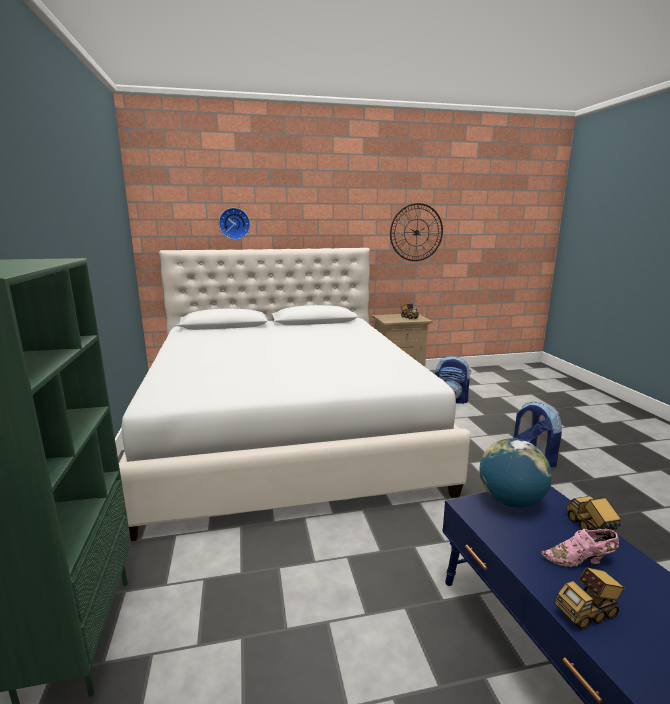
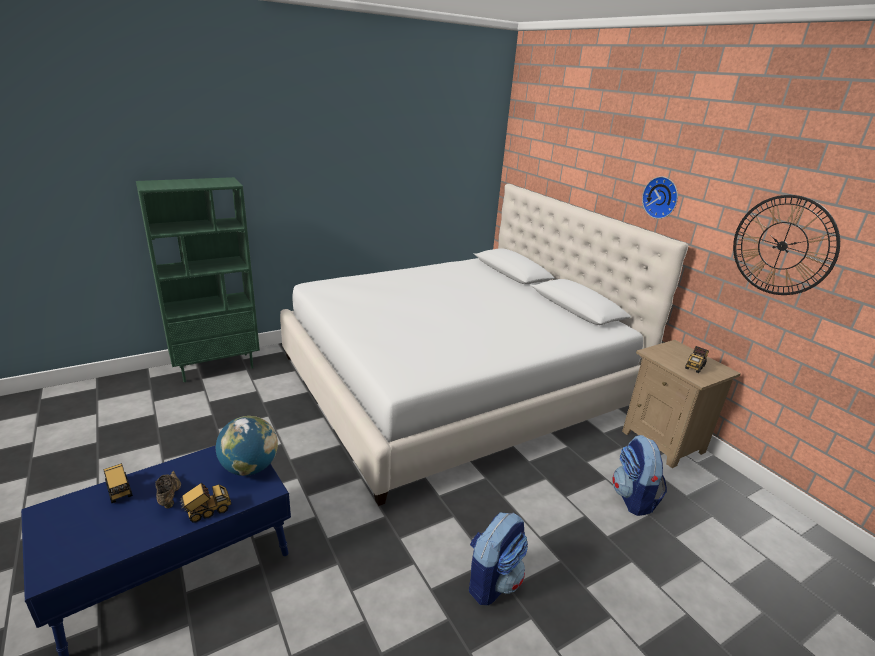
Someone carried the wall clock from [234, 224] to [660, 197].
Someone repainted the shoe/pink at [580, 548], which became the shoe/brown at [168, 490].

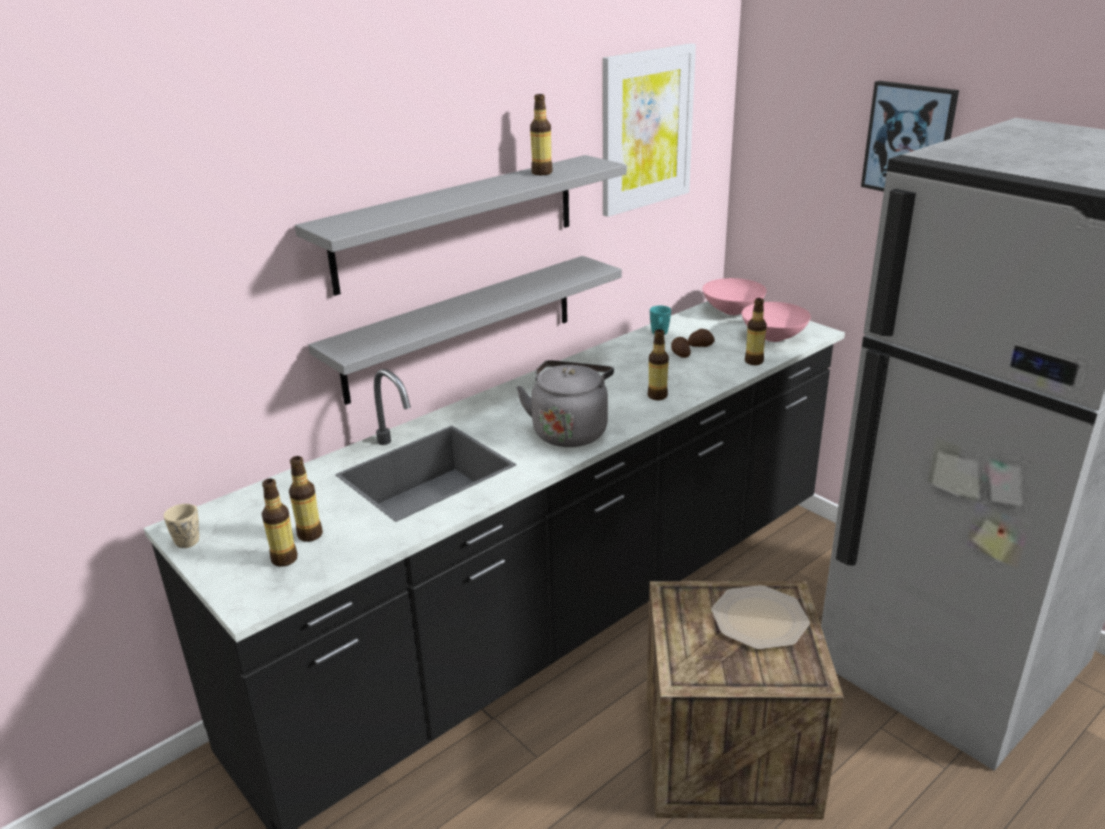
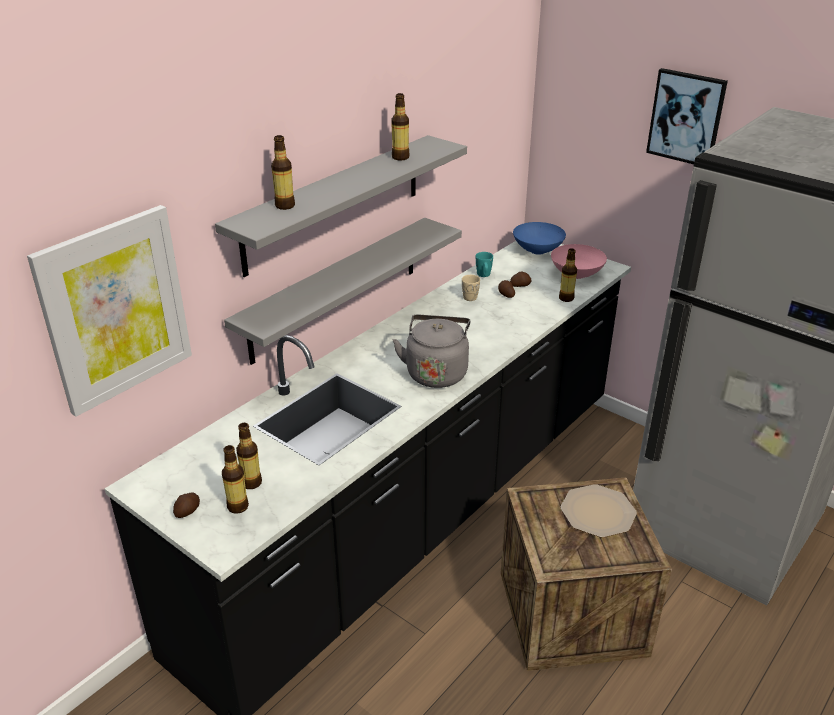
Someone put down the potato at [186, 505].
Someone carried the mug/beige from [181, 526] to [471, 288].
Someone carried the picture from [649, 130] to [109, 311].
Someone carried the bottle from [658, 364] to [283, 172].
Someone repainted the bowl/pink at [734, 296], which became the bowl/blue at [539, 238].

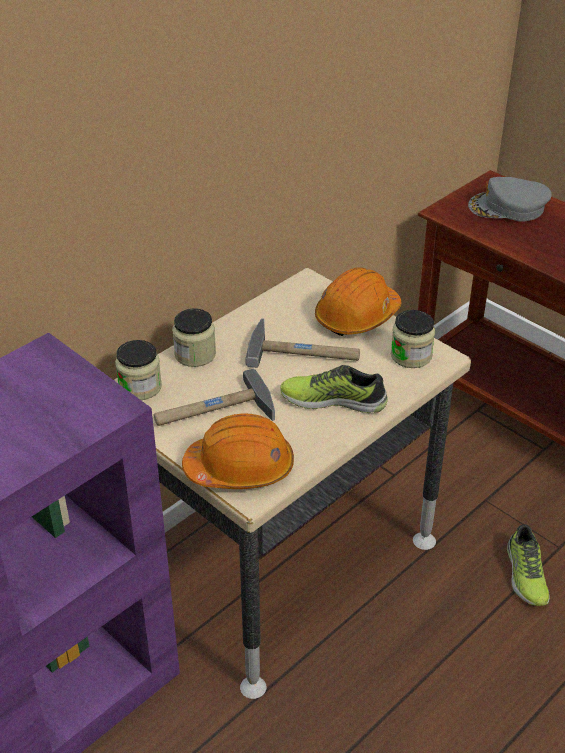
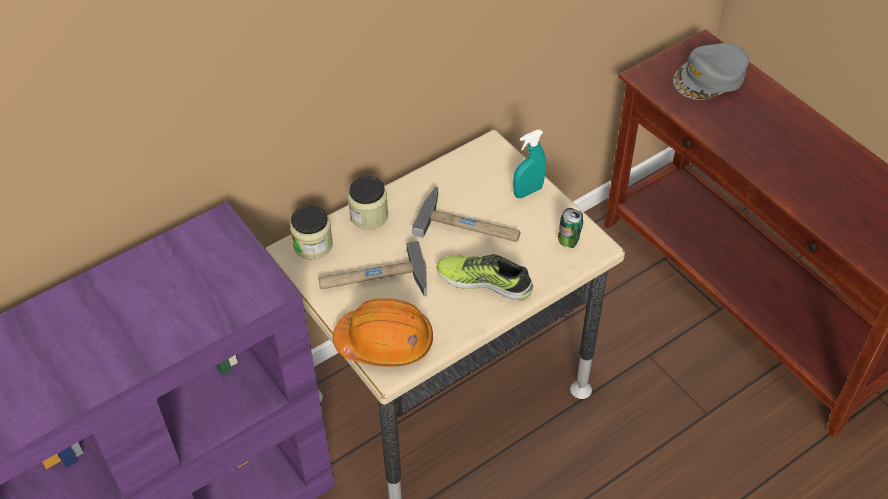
Someone took away the shoe at [528, 565].
Someone swapped the hard hat/orange at [358, 301] for the spray bottle/turquoise at [529, 164].
Someone swapped the jar at [413, 339] for the can at [570, 228].
Someone rotated the cap/grey at [510, 199] by 45 degrees counterclockwise.

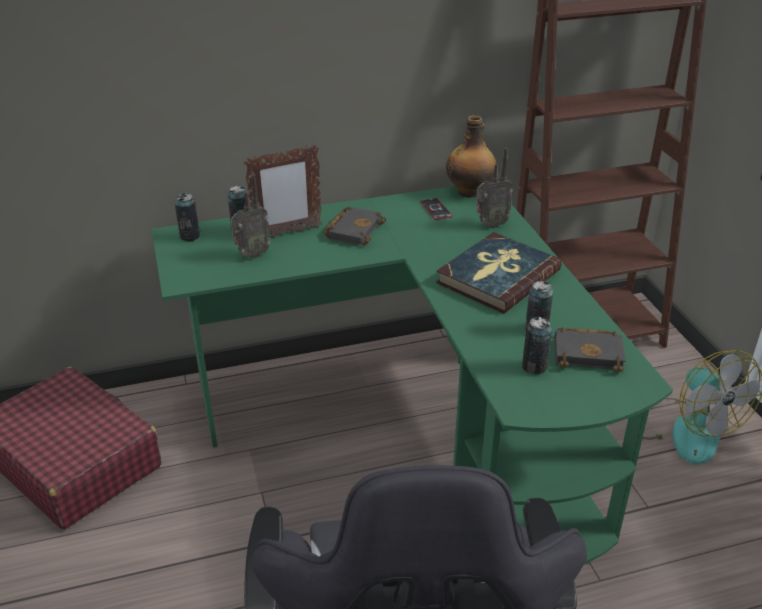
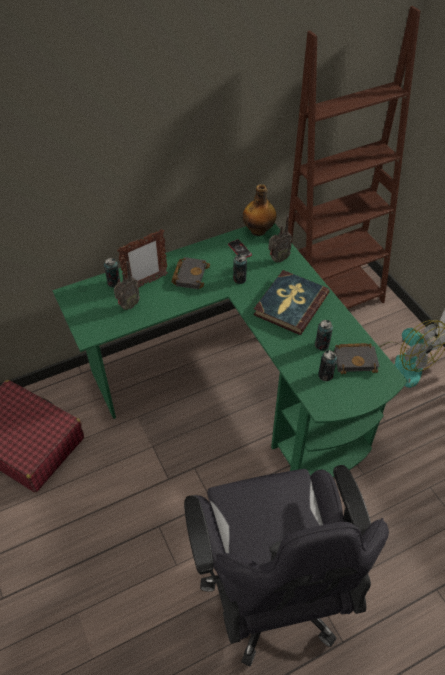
Someone carried the can from [187, 217] to [240, 269].

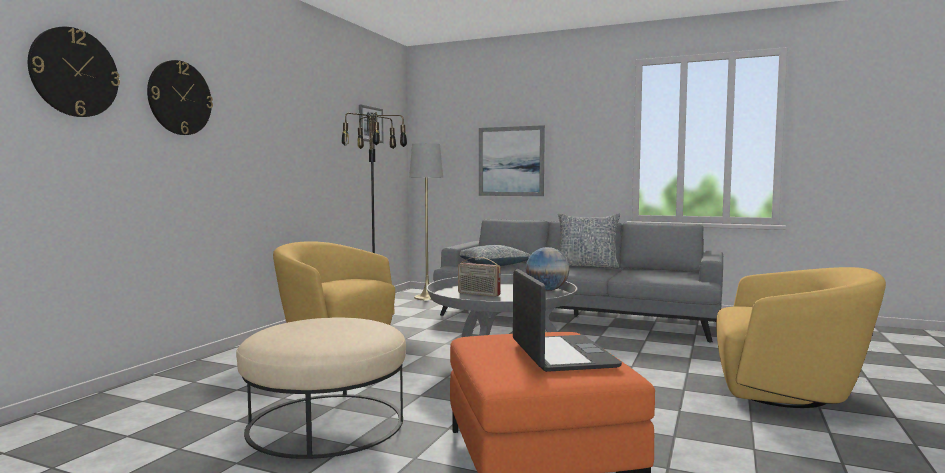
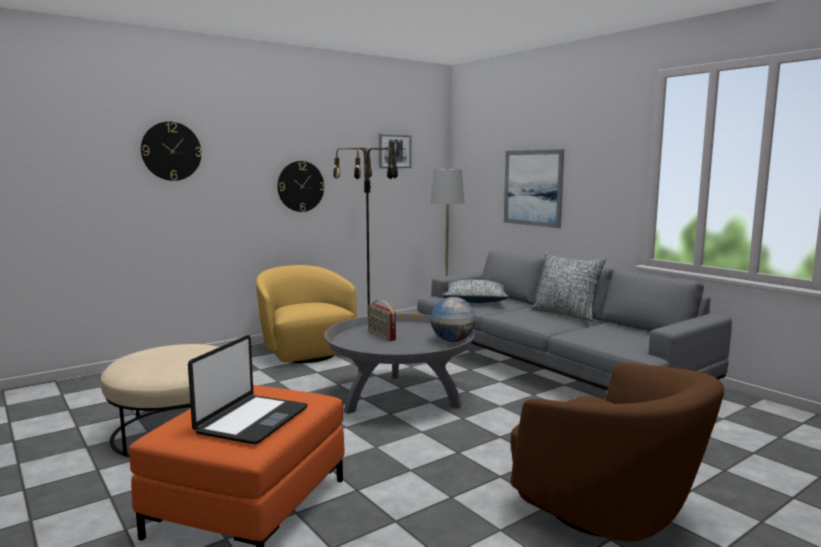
Someone carried the wall clock from [74, 72] to [301, 186].
Someone repainted the armchair/yellow at [801, 337], which became the armchair/brown at [617, 452].

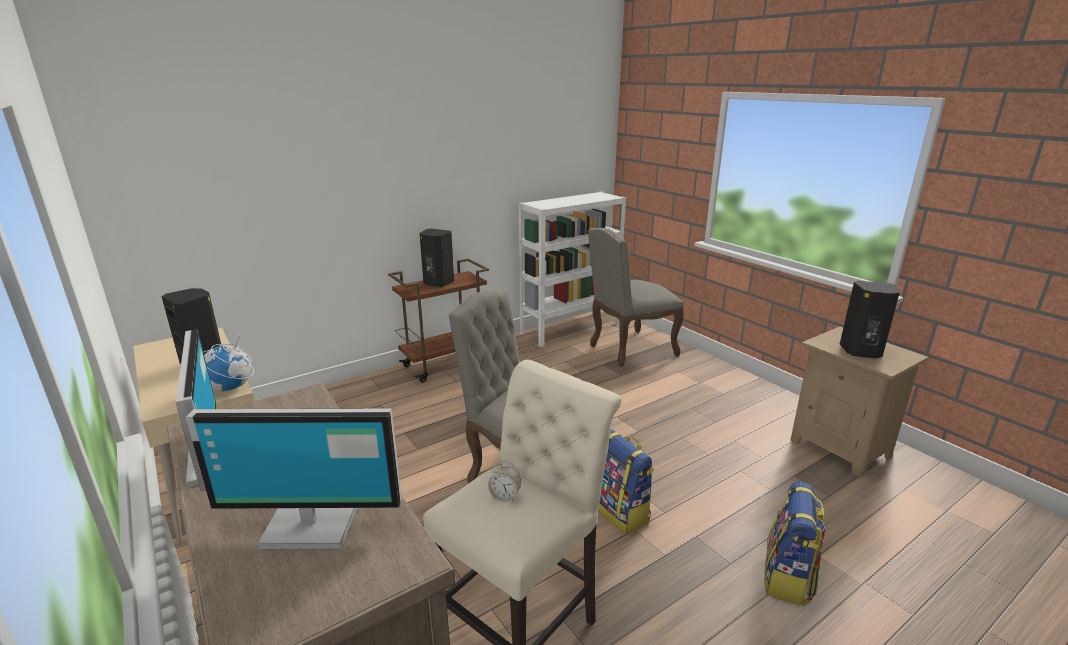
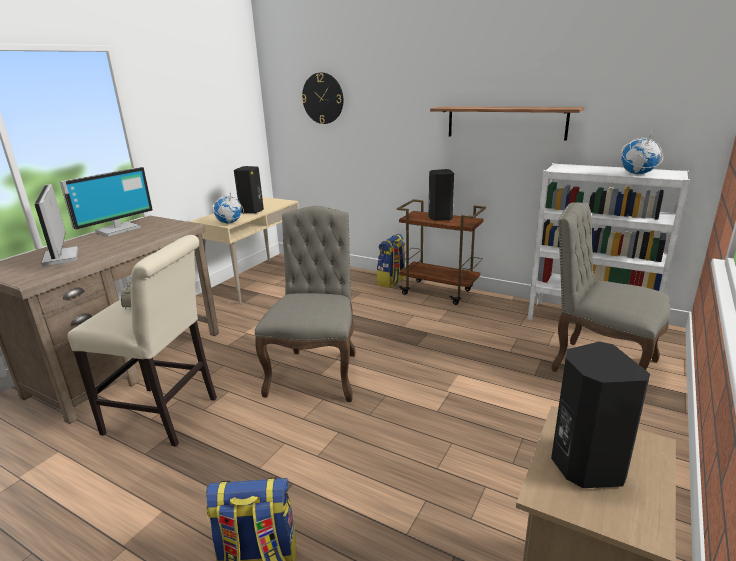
Someone put up the wall clock at [322, 98].
Someone put up the shelf at [507, 123].
Someone put down the globe at [642, 153].
Someone carried the backpack from [626, 481] to [391, 261].

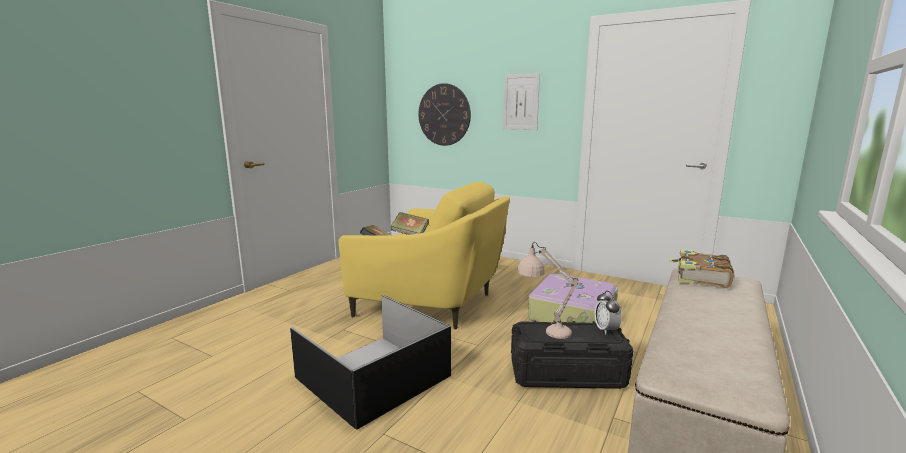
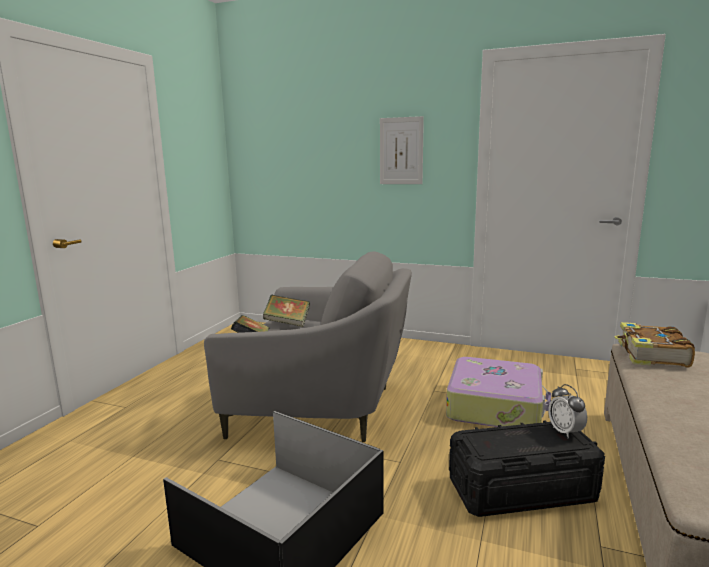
Someone took away the wall clock at [445, 114].
Someone took away the table lamp/beige at [547, 290].
Someone repainted the armchair/yellow at [424, 255], which became the armchair/grey at [308, 346].

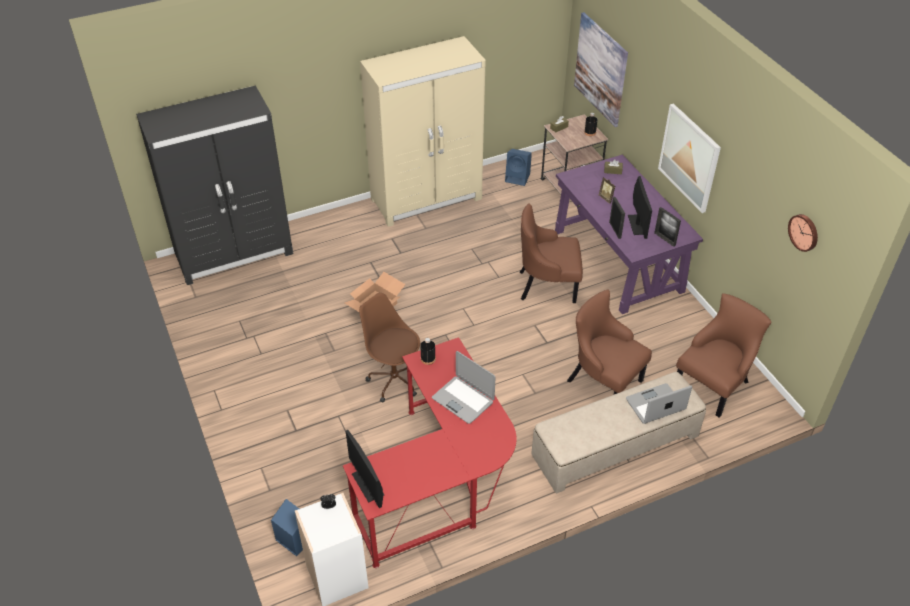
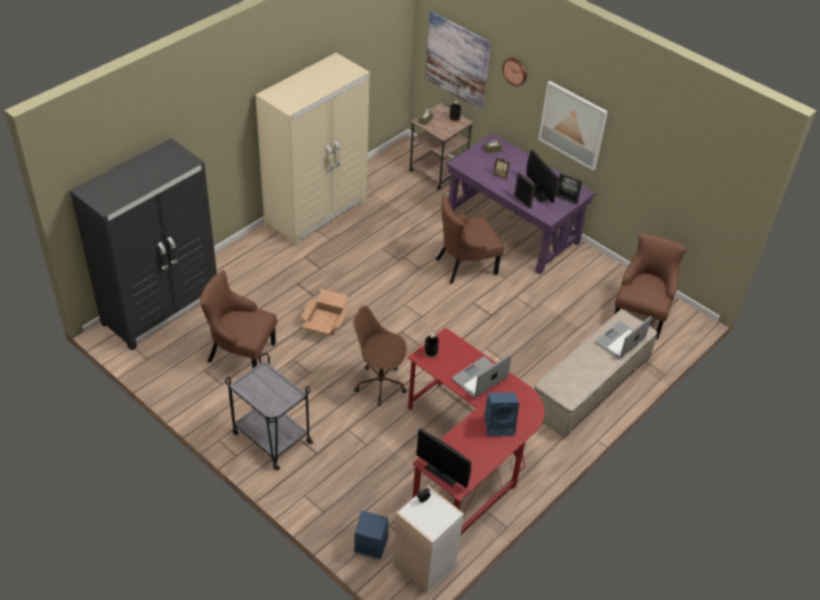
Someone put down the cart/grey at [269, 412].
Someone carried the speaker/blue from [518, 167] to [502, 414].
Someone carried the chair/brown from [609, 342] to [238, 319].
Someone carried the wall clock from [803, 233] to [514, 72].
Someone rotated the laptop at [464, 387] by 120 degrees clockwise.

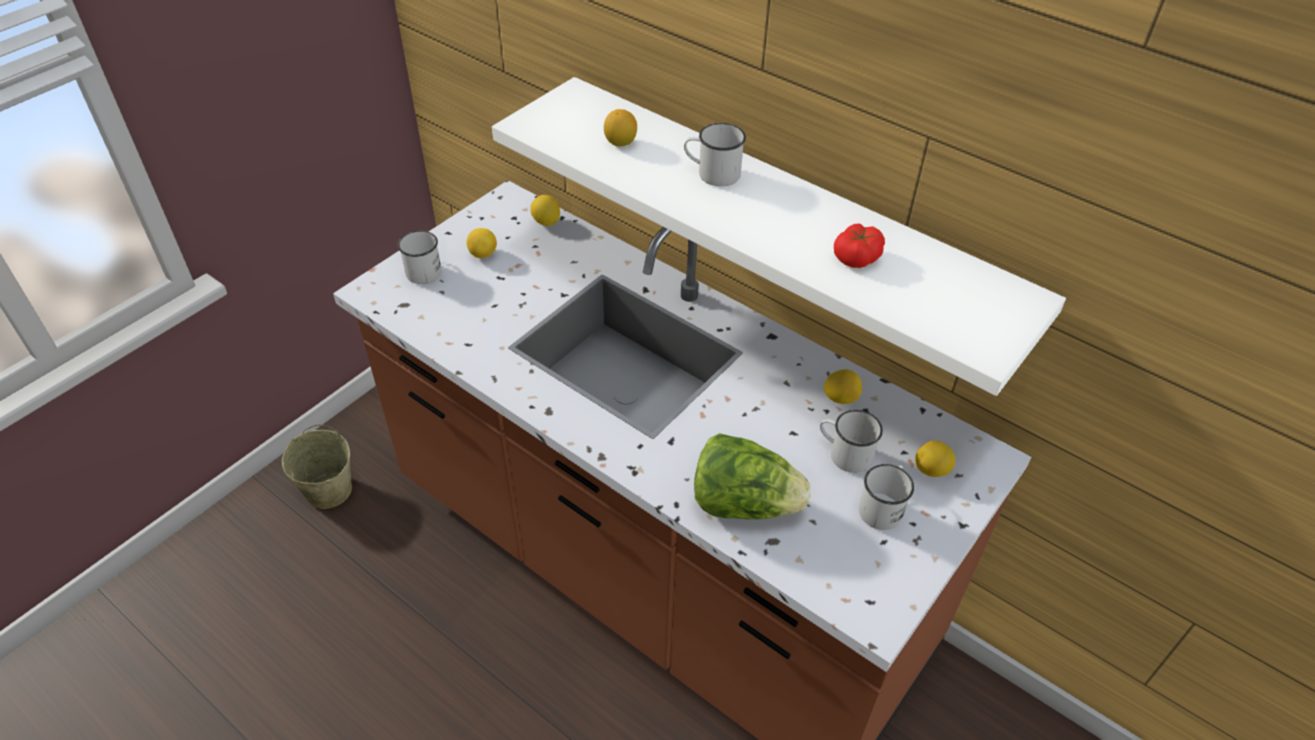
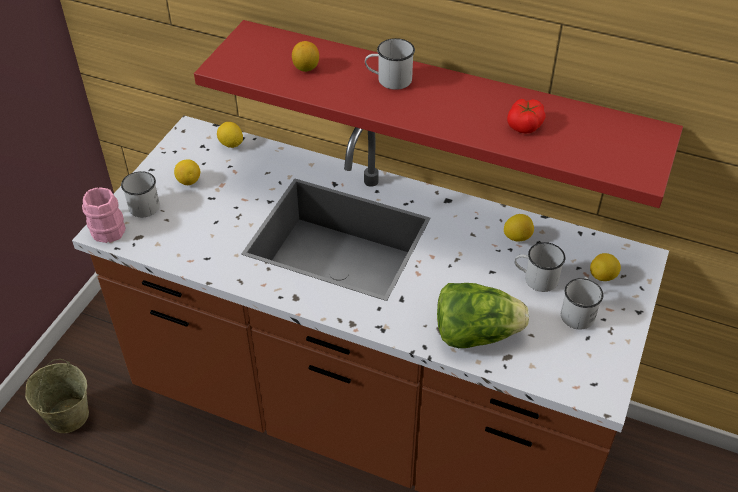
Someone put down the mug/pink at [103, 215].
Someone repainted the shelf/white at [779, 236], which became the shelf/red at [438, 114].

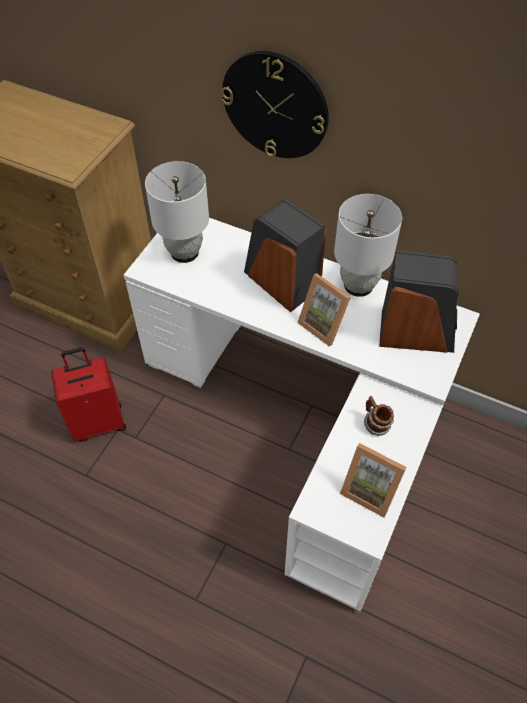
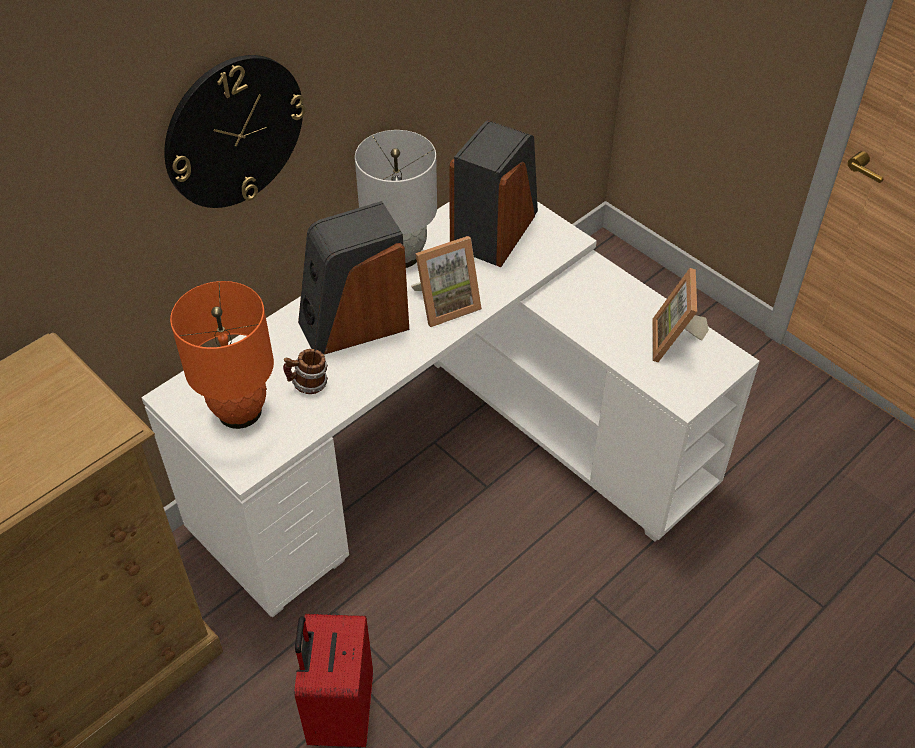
Someone carried the mug from [379, 416] to [305, 371].
Someone repainted the table lamp/white at [177, 212], which became the table lamp/orange at [222, 355].
Someone rotated the picture frame at [373, 480] by 135 degrees clockwise.

